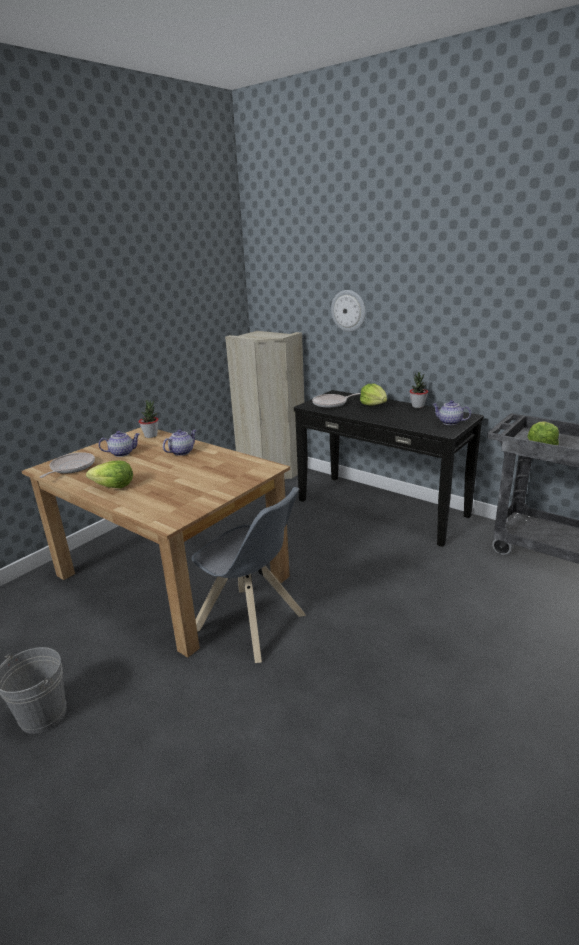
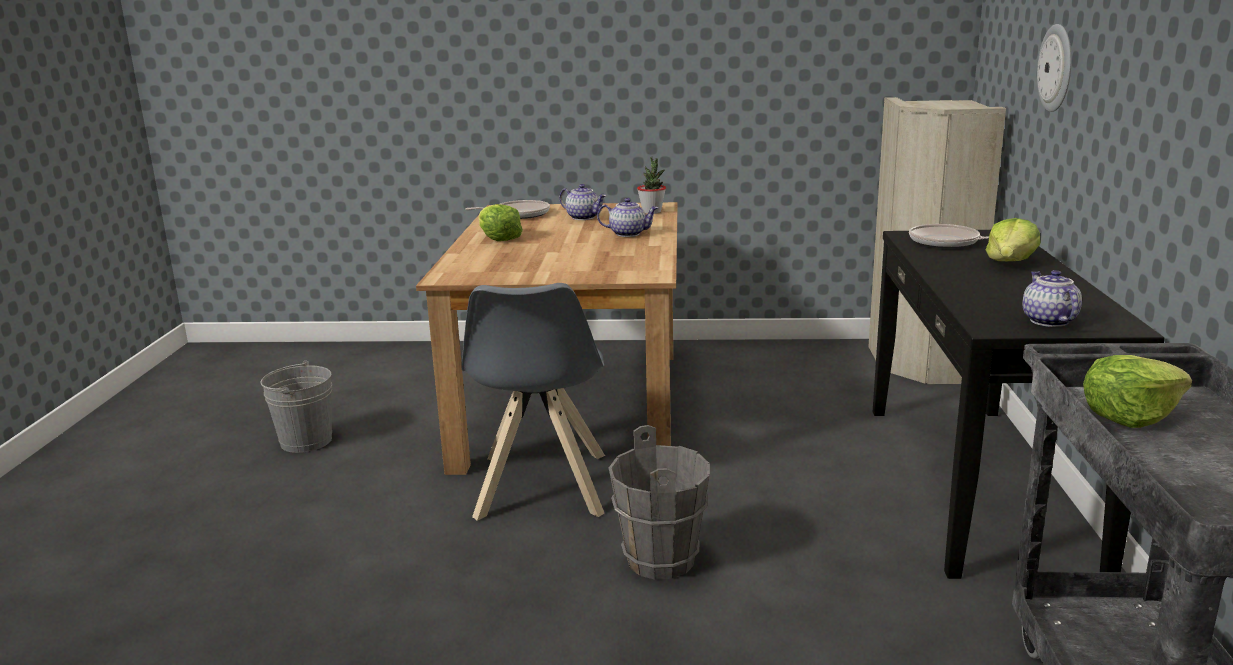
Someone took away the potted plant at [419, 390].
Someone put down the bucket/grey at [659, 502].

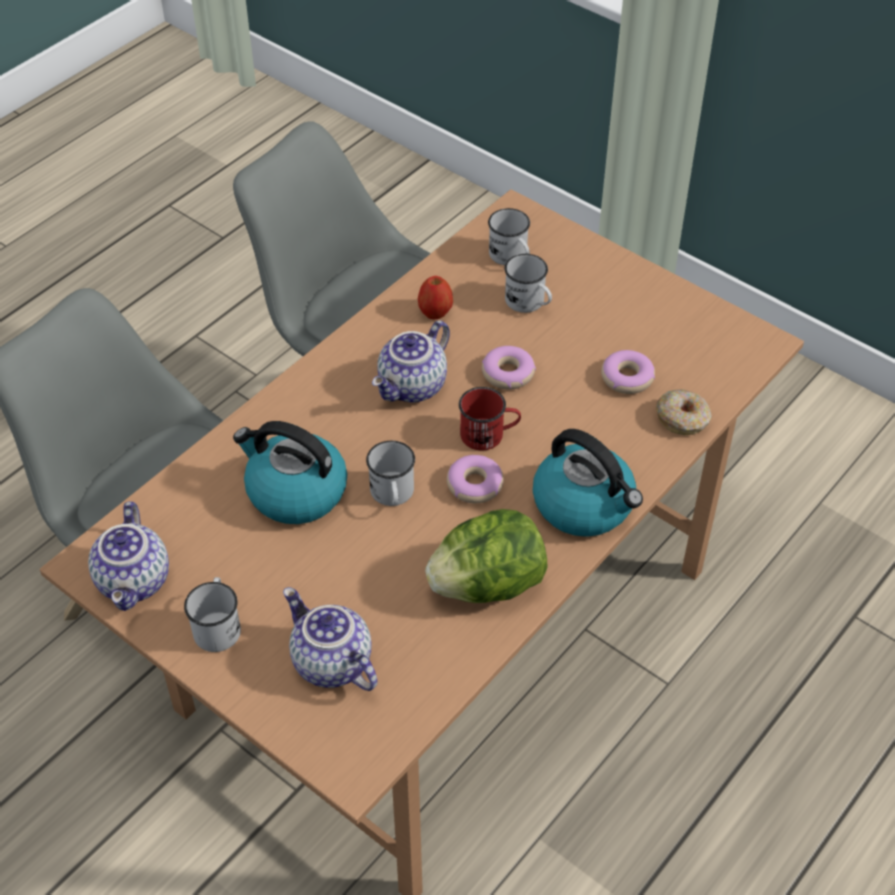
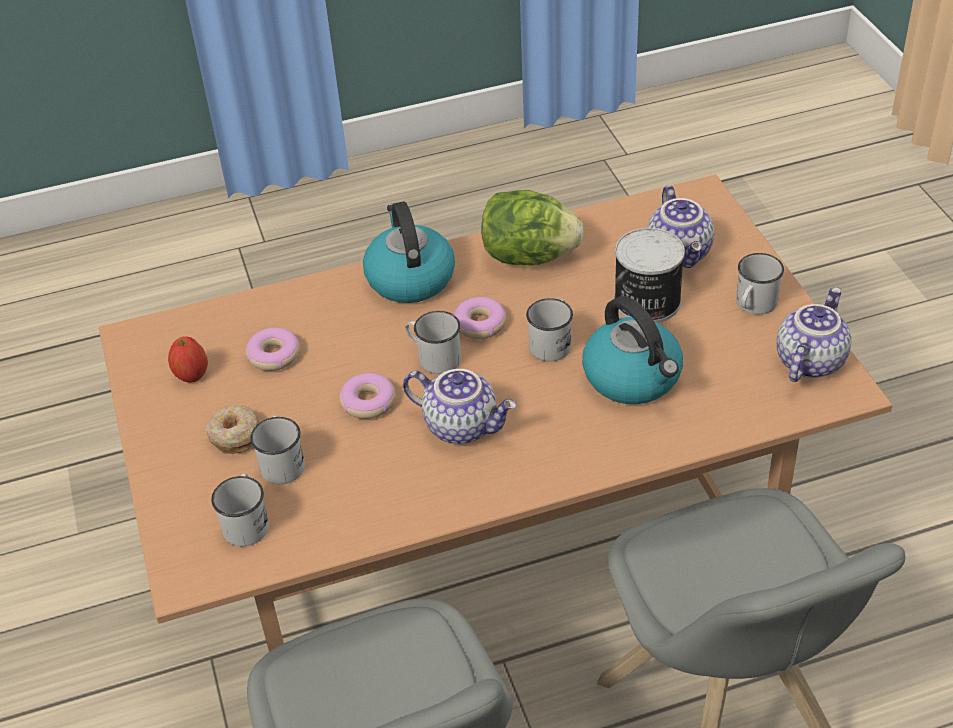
Someone put down the can at [649, 275].
Someone carried the apple from [435, 298] to [188, 359].
Someone carried the donut from [684, 412] to [233, 429].
Someone repainted the mug/red at [490, 418], which became the mug/white at [433, 342].
Someone rotated the teapot at [411, 361] by 45 degrees clockwise.

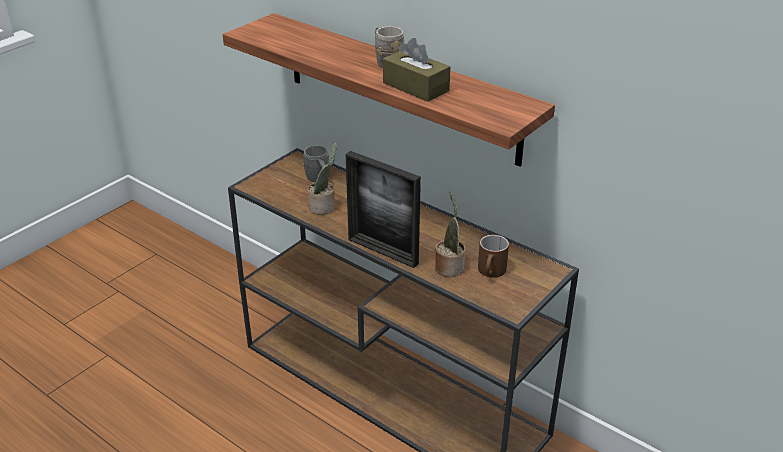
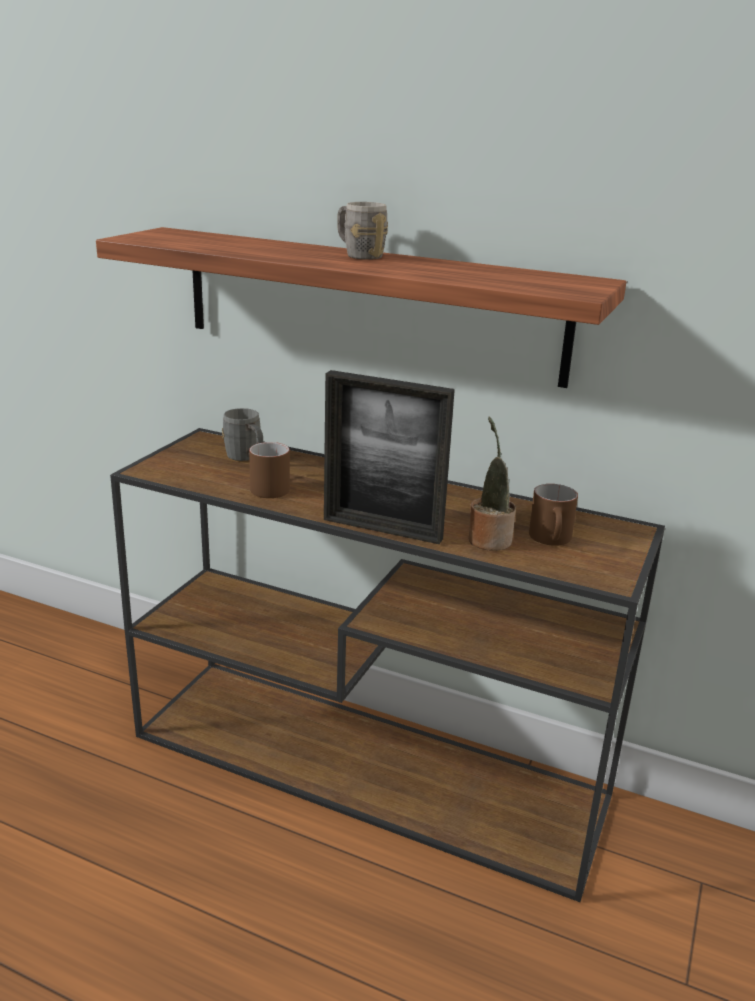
Someone took away the tissue box/brown at [416, 70].
Someone swapped the potted plant at [322, 178] for the mug/brown at [269, 470].

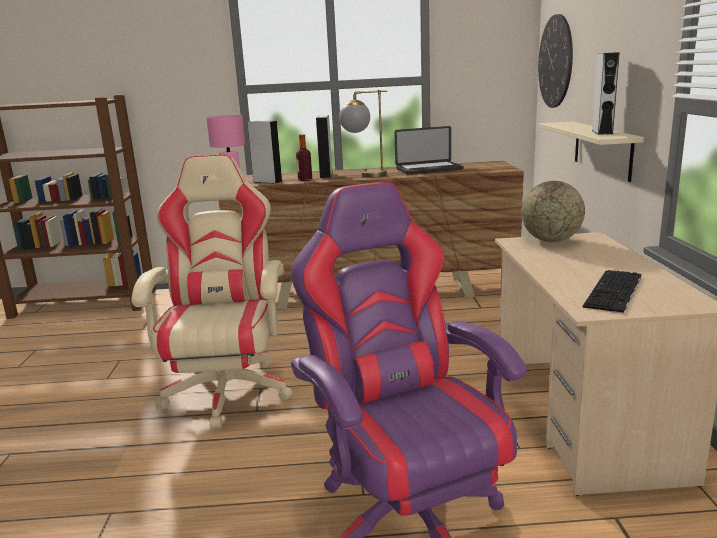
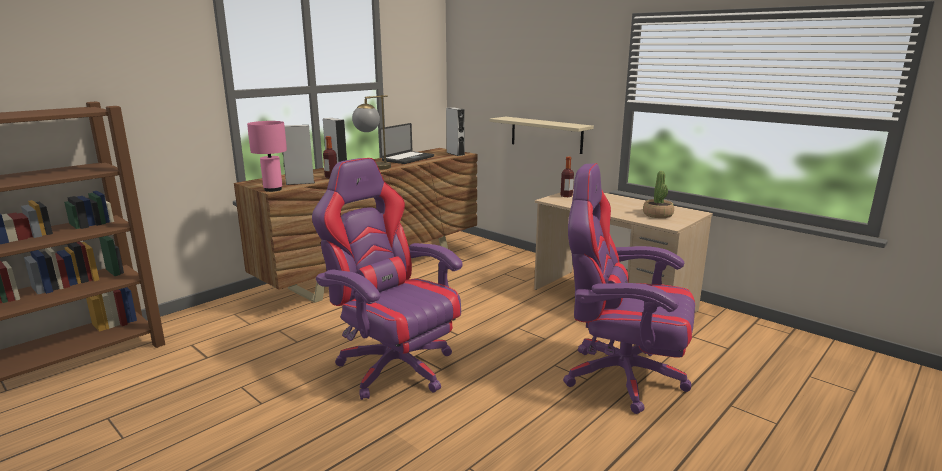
Someone took away the wall clock at [555, 61].
Someone carried the speaker/grey from [606, 93] to [455, 131].
Someone swapped the globe at [553, 211] for the bottle at [567, 177].
Someone swapped the keyboard at [612, 292] for the potted plant at [658, 194].
Someone repainted the office chair/beige at [212, 292], which became the office chair/purple at [387, 279].

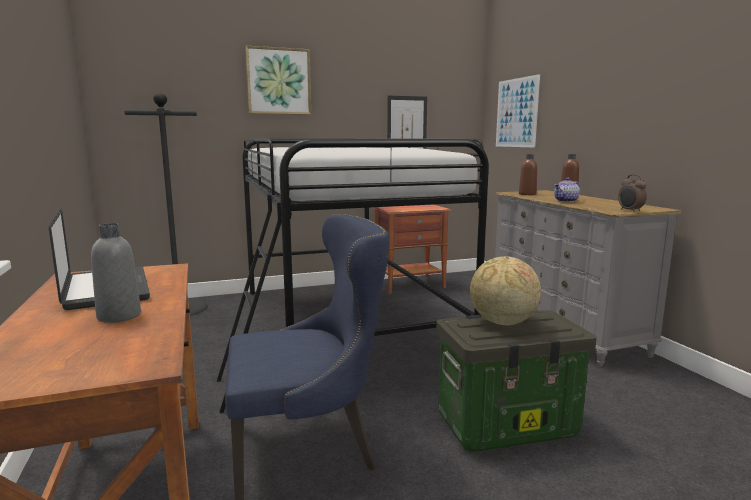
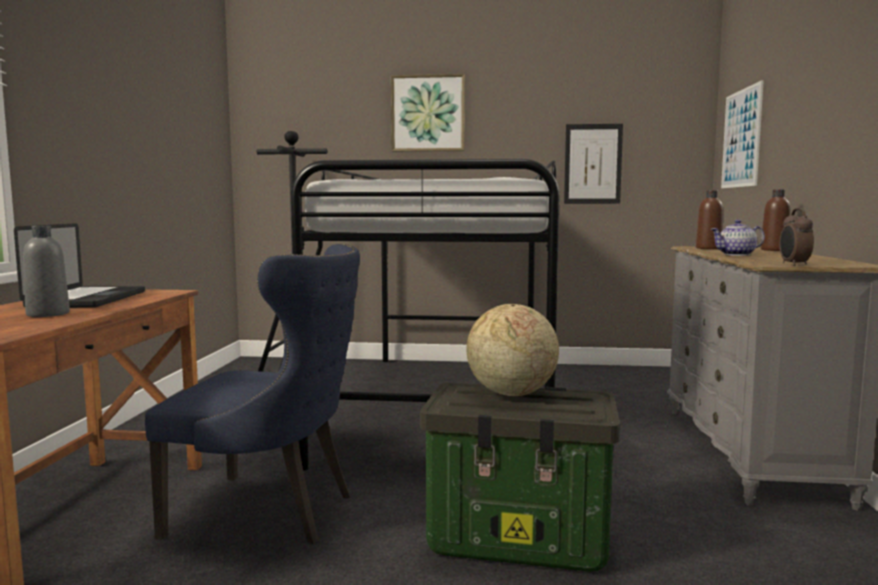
Someone took away the nightstand at [411, 249].

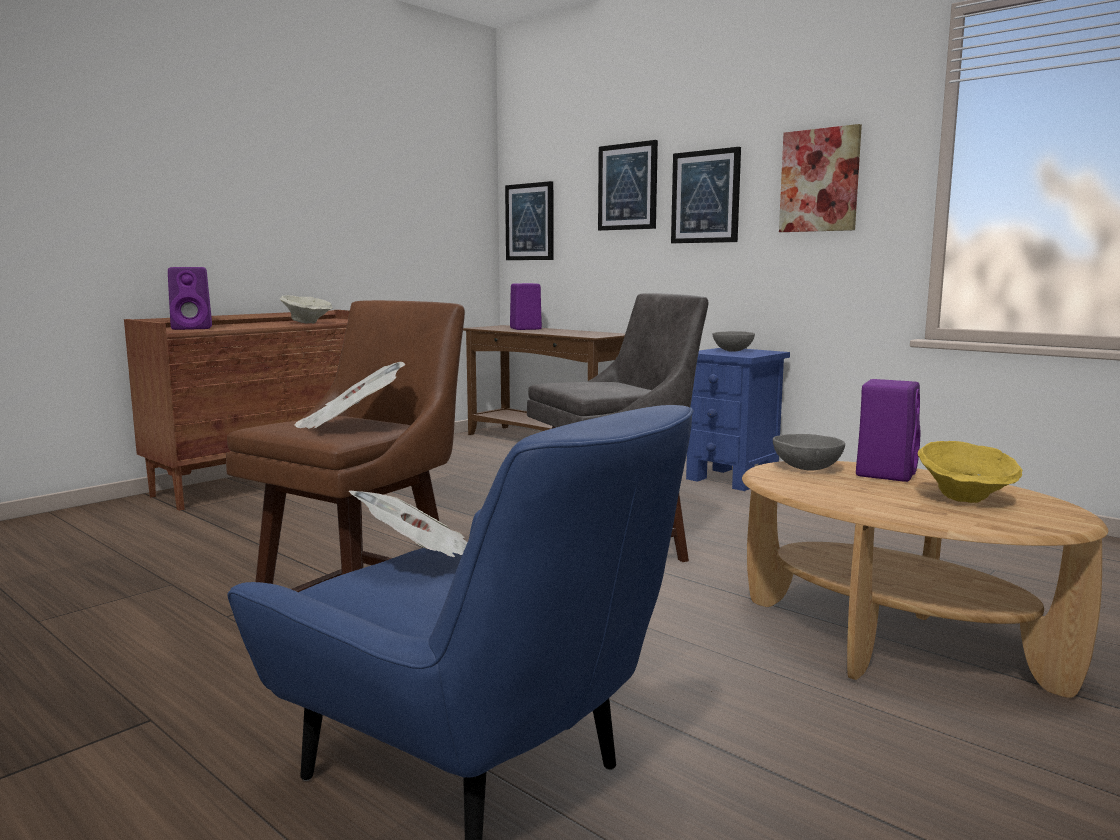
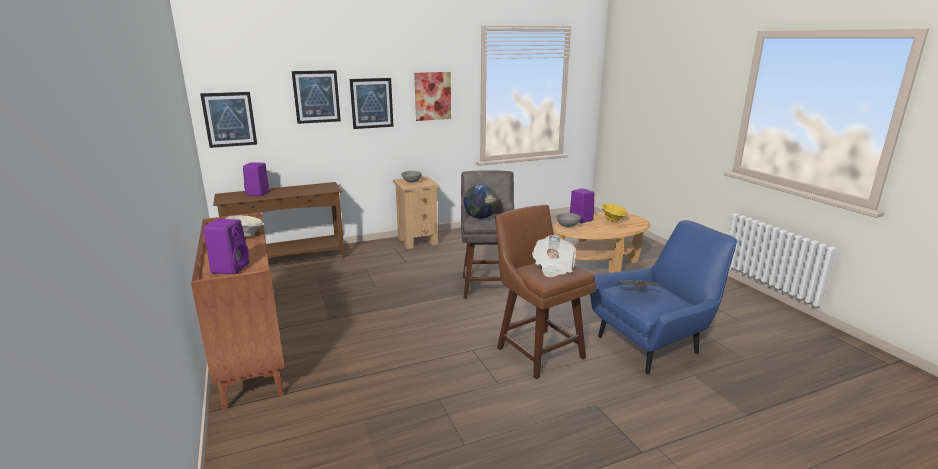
Someone put down the globe at [481, 202].
Someone repainted the nightstand/blue at [738, 419], which became the nightstand/beige at [416, 212].

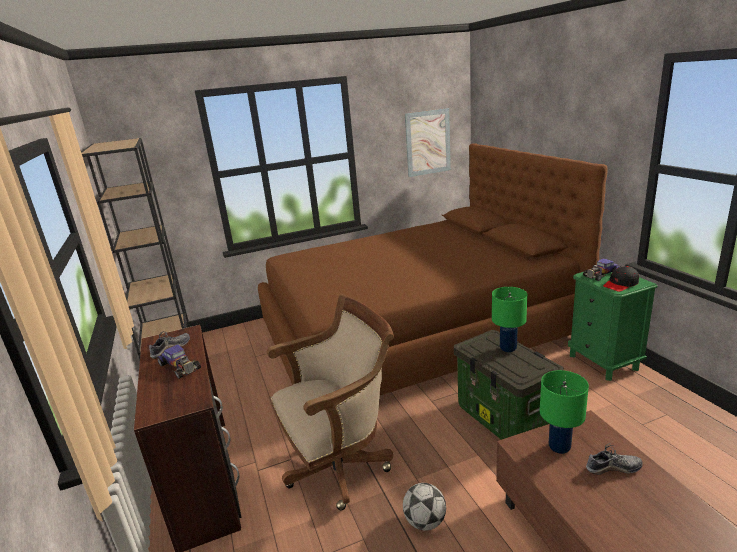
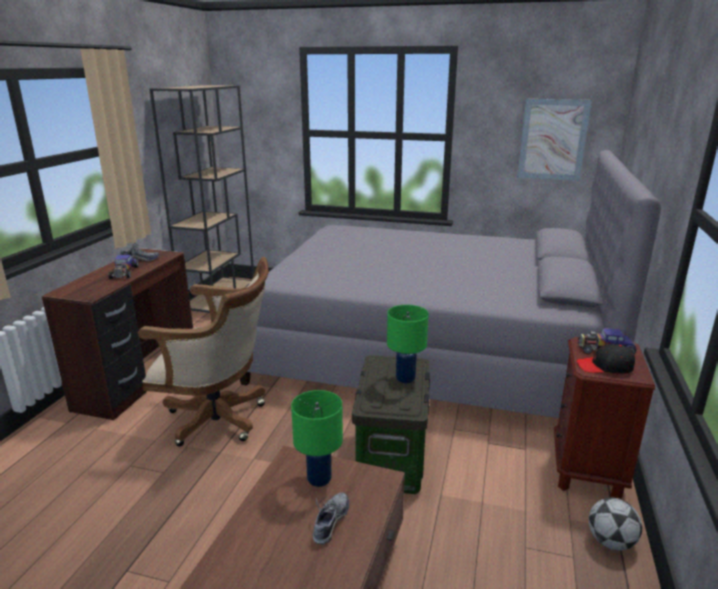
Someone carried the football from [424, 507] to [615, 524].
Someone repainted the bed/brown at [433, 269], which became the bed/grey at [450, 284].
Someone repainted the nightstand/green at [613, 326], which became the nightstand/brown at [604, 418].
Someone rotated the shoe at [614, 459] by 105 degrees counterclockwise.

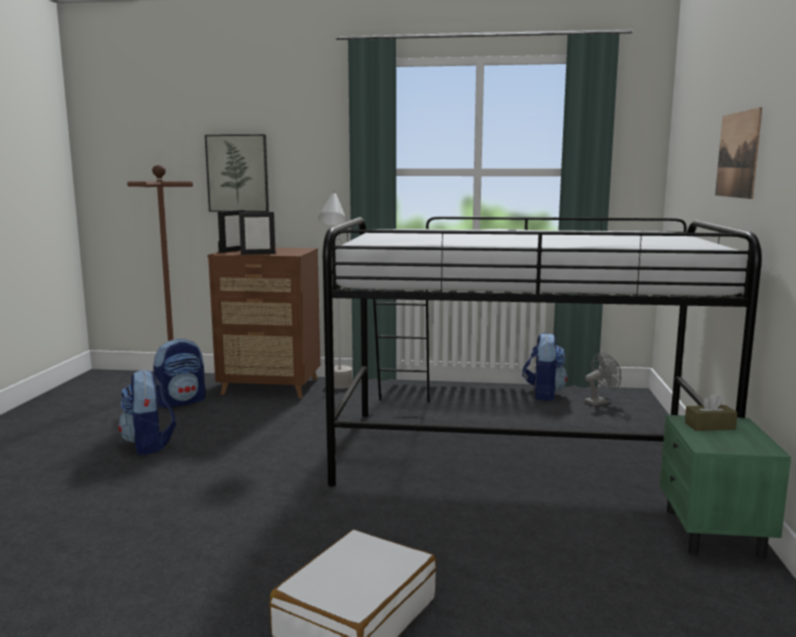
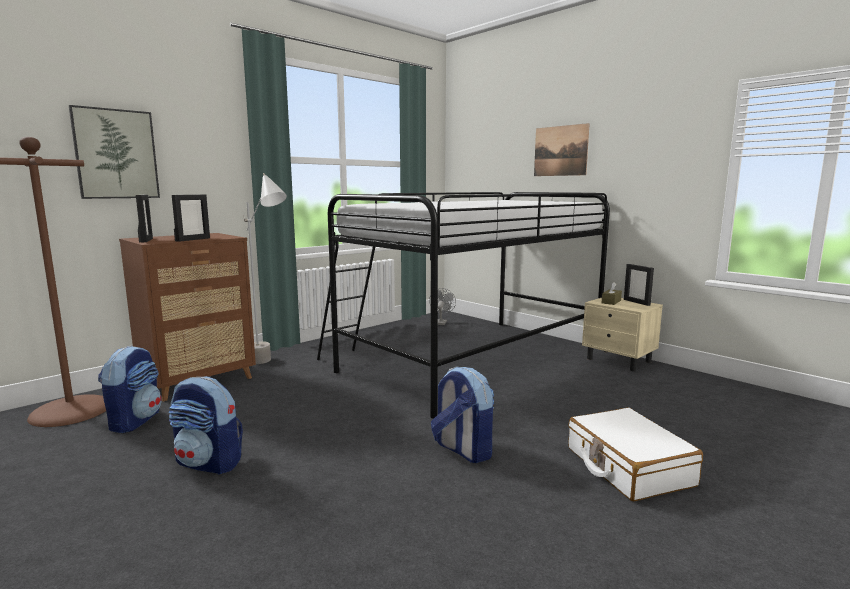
Someone put down the picture frame at [639, 285].
Someone carried the backpack from [544, 366] to [462, 414].
Someone repainted the nightstand/green at [725, 487], which became the nightstand/beige at [622, 334].

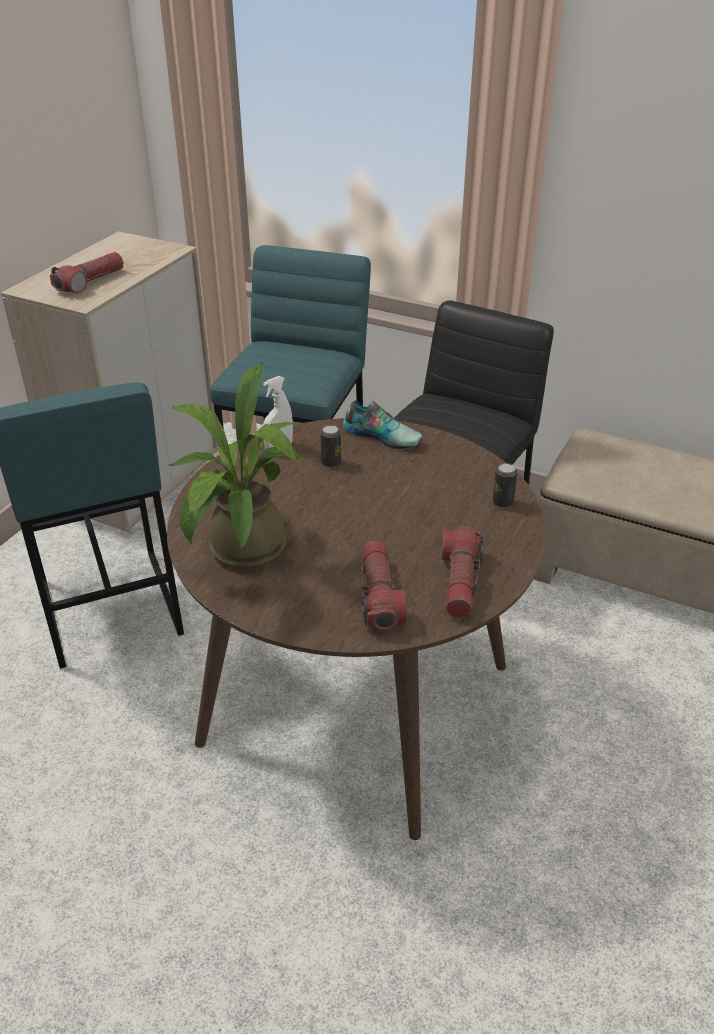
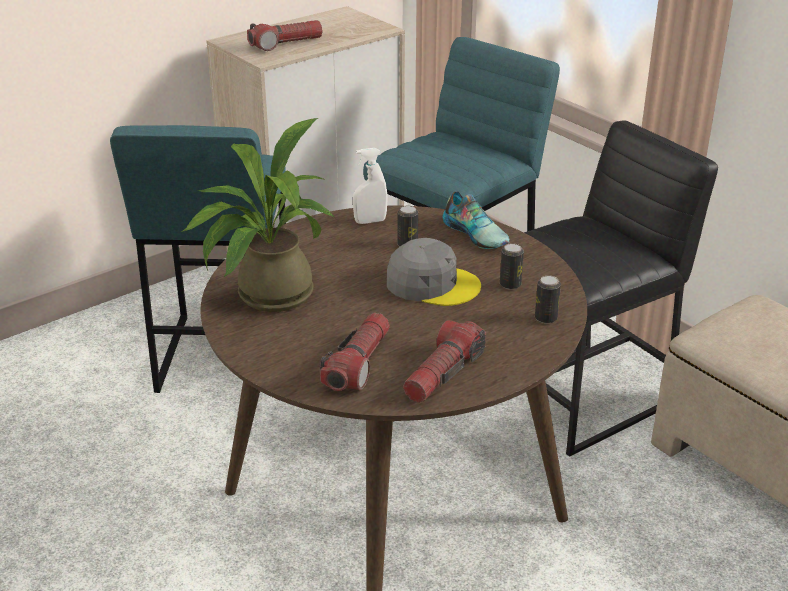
Someone put down the cap/grey at [434, 272].
Someone put down the can at [512, 266].

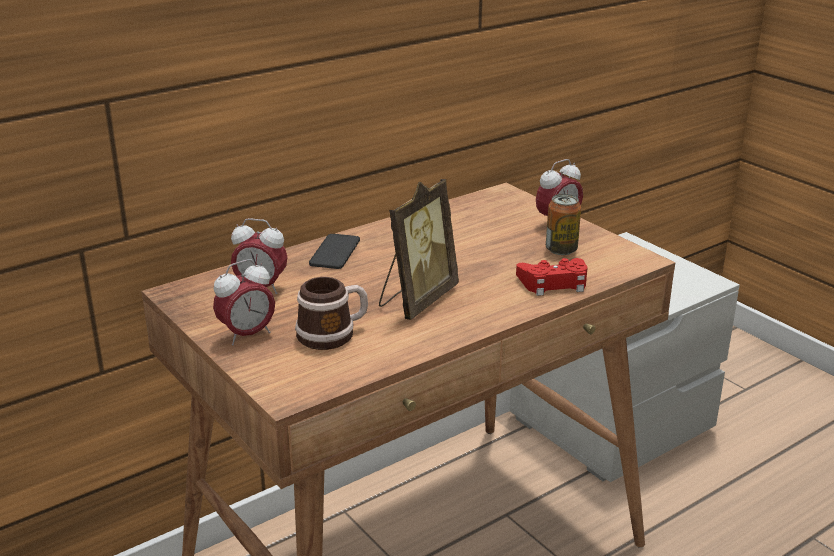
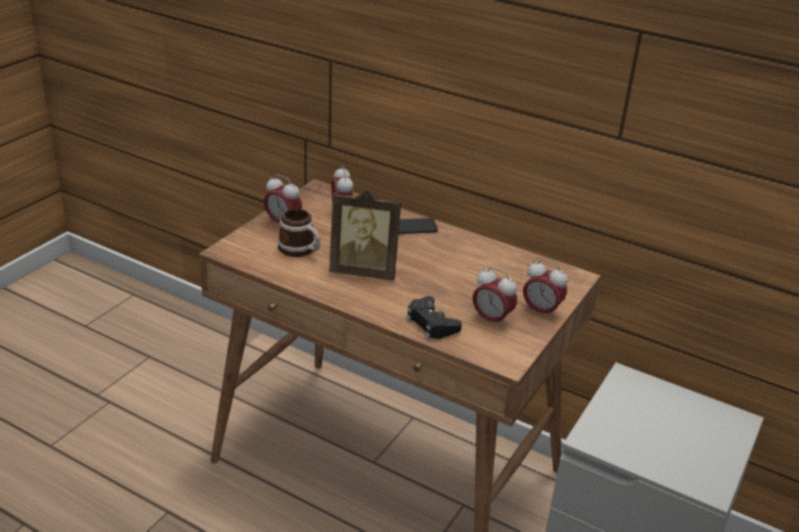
Someone swapped the can at [563, 224] for the alarm clock at [495, 298].
Someone repainted the game controller/red at [552, 277], which became the game controller/black at [434, 317].

